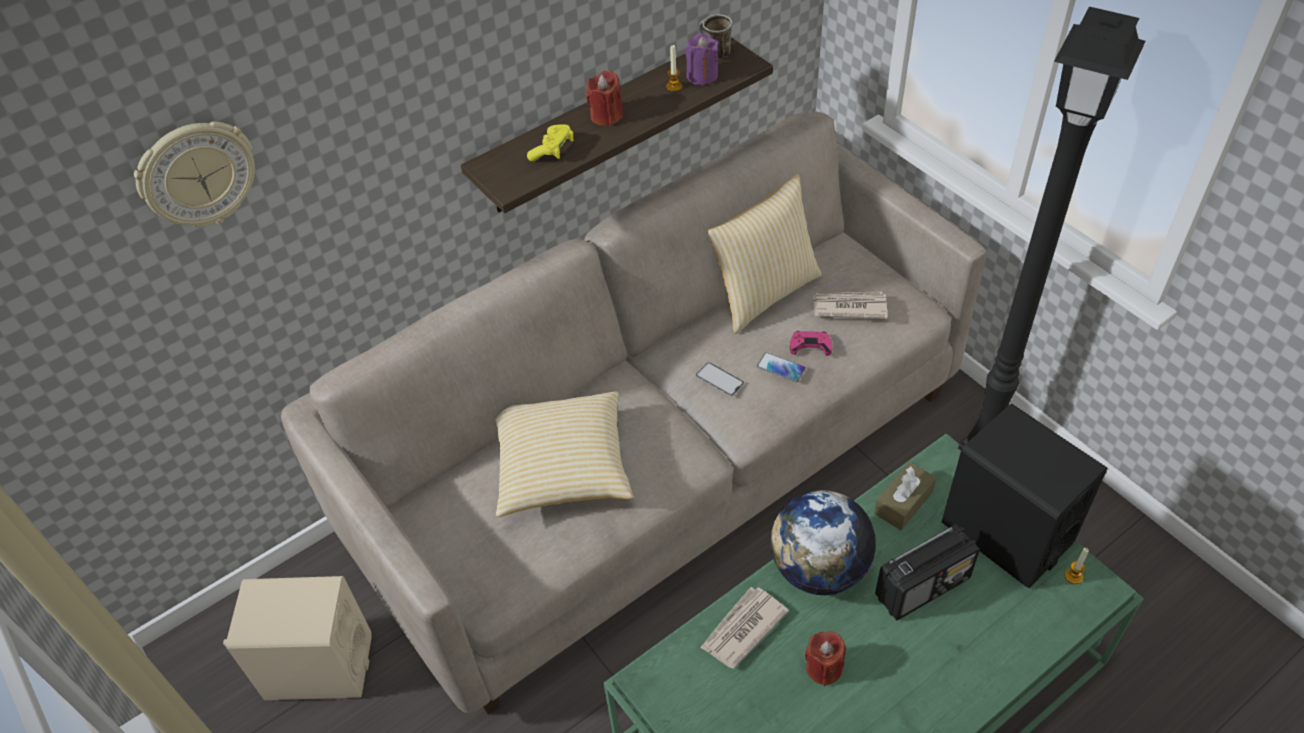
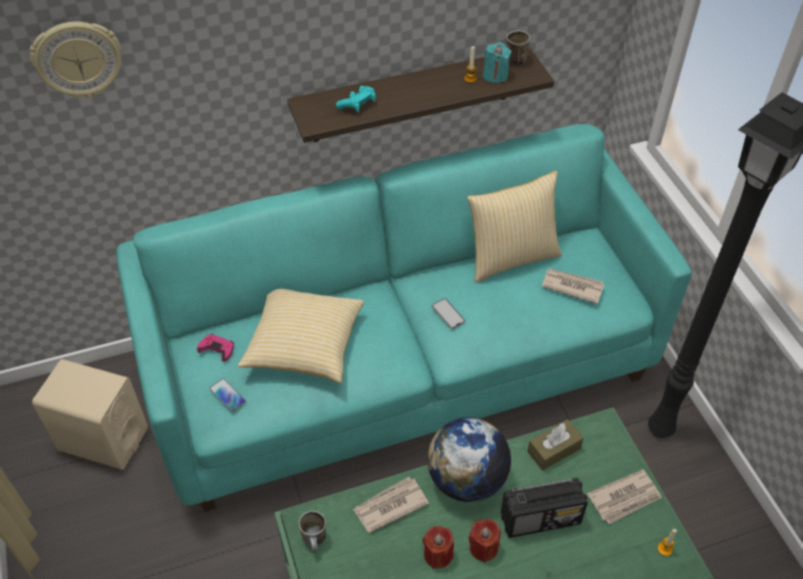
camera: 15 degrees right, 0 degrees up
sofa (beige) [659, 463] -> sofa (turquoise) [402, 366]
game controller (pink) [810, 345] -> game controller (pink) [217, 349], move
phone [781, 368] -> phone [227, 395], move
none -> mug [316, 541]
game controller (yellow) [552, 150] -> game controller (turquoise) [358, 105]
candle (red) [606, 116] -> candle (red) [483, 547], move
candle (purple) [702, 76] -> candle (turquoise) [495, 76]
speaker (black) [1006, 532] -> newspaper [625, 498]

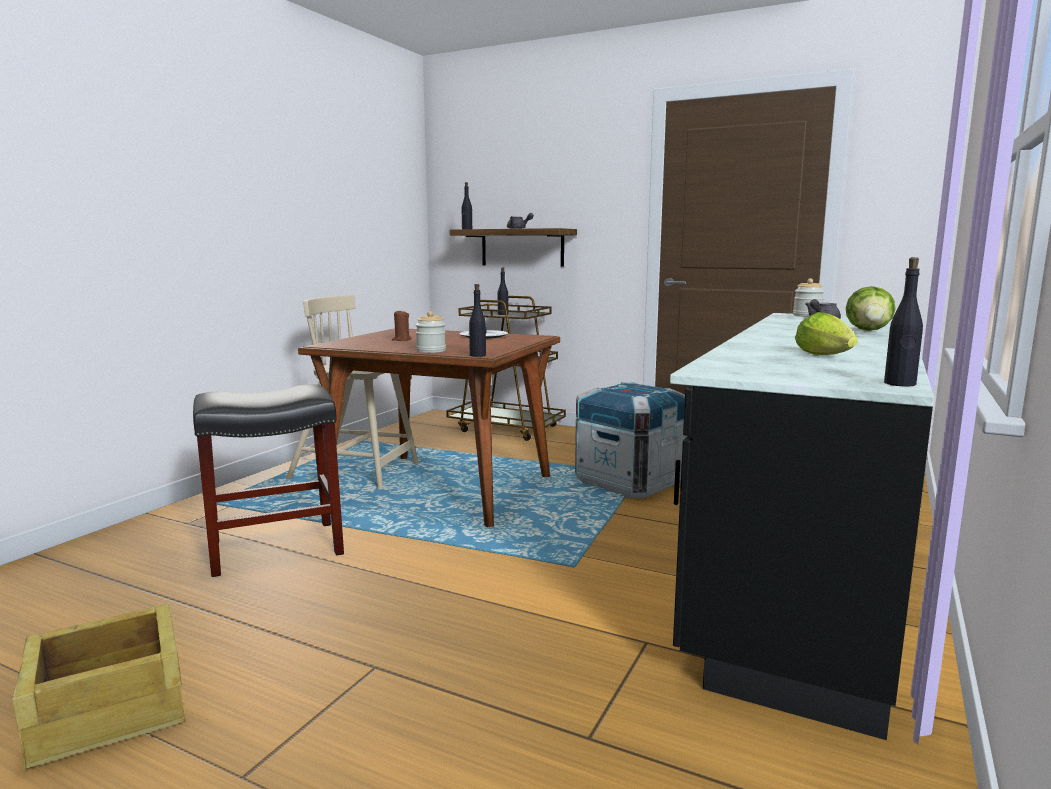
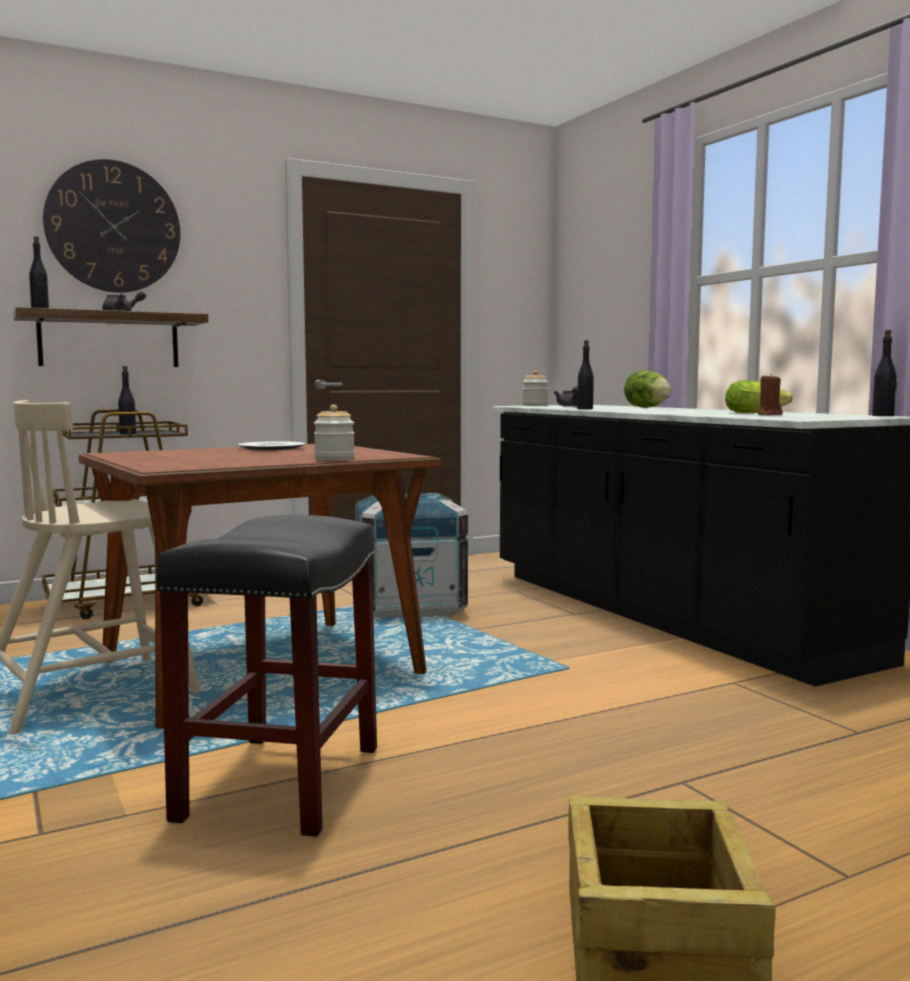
camera: 55 degrees left, 5 degrees down
none -> wall clock [113, 227]
bottle (black) [478, 355] -> bottle (black) [585, 409], move
candle (brown) [401, 340] -> candle (brown) [769, 414], move

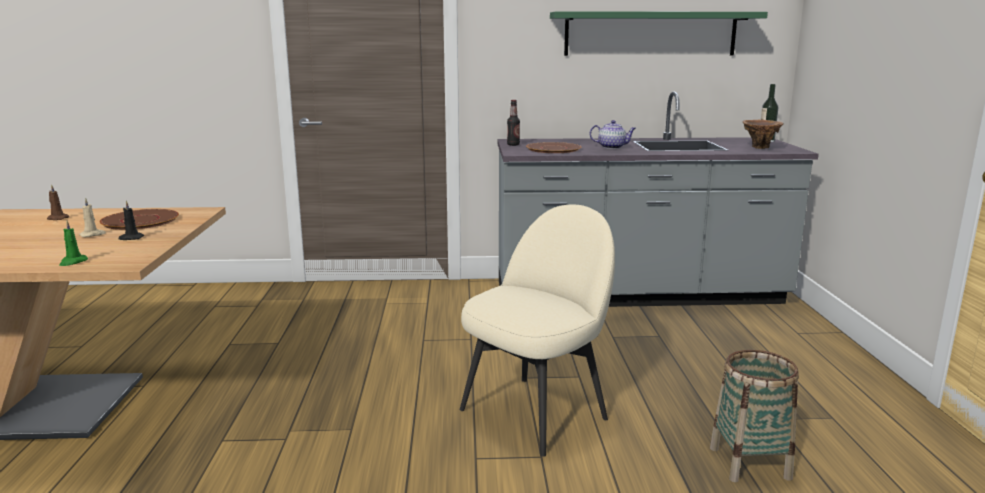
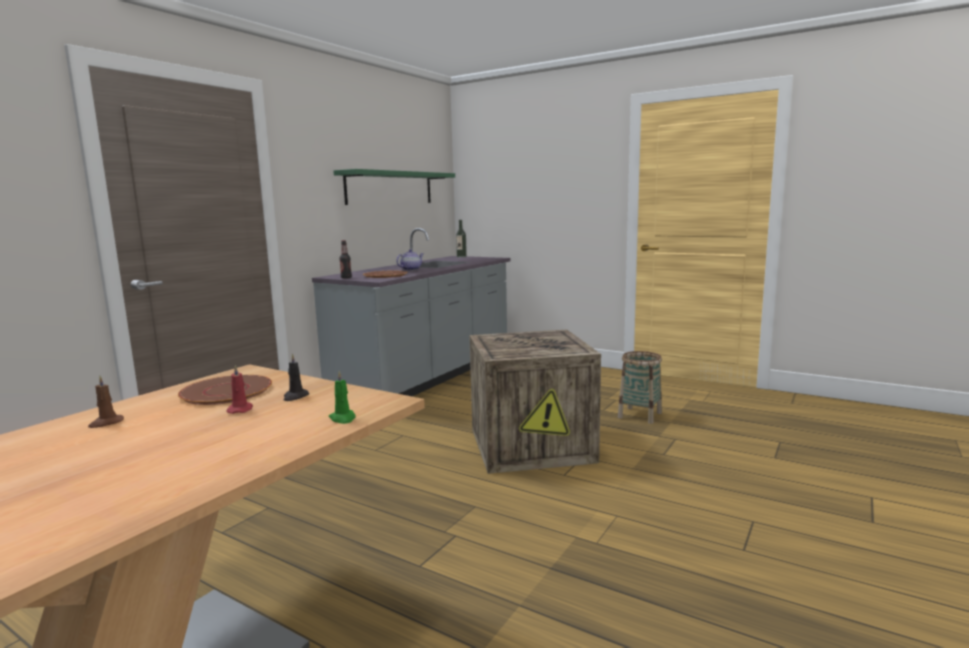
camera: 55 degrees left, 5 degrees down
candle (beige) [93, 235] -> candle (red) [240, 409]
chair (beige) [536, 412] -> crate [532, 444]
vase (brown) [759, 148] -> none

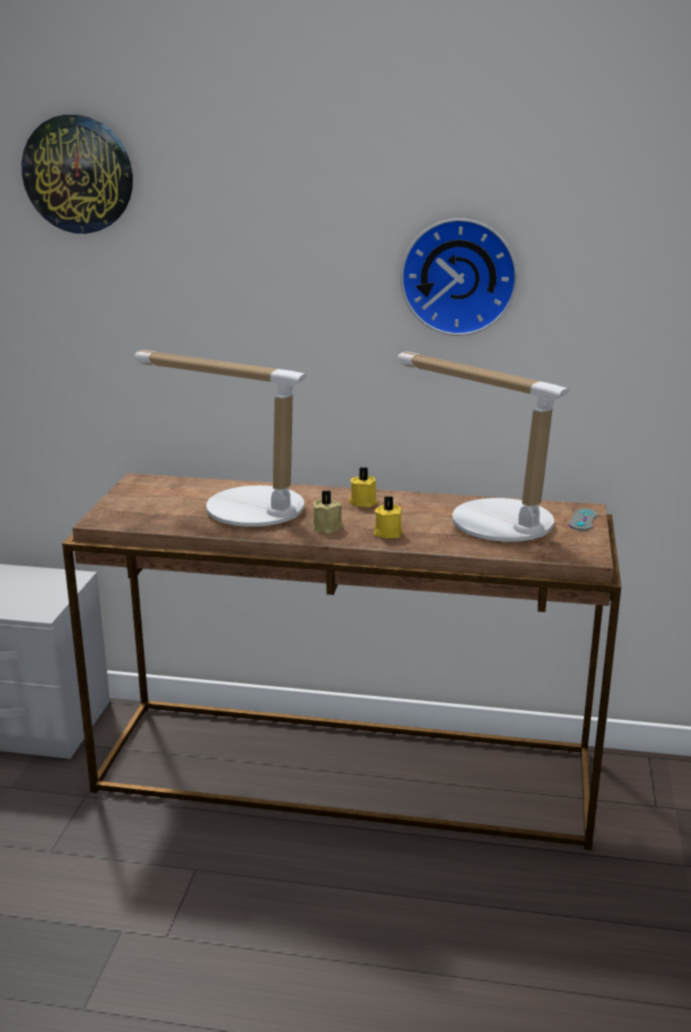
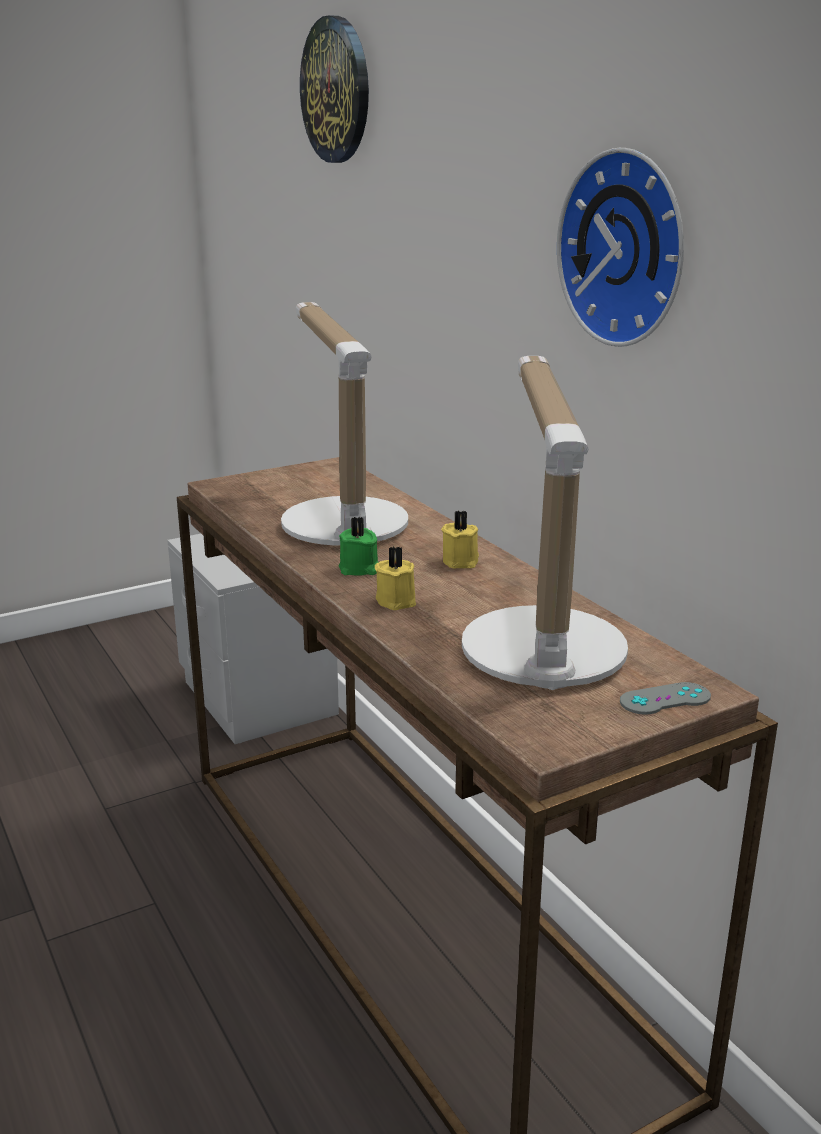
camera: 50 degrees right, 0 degrees up
candle (beige) [328, 527] -> candle (green) [360, 569]

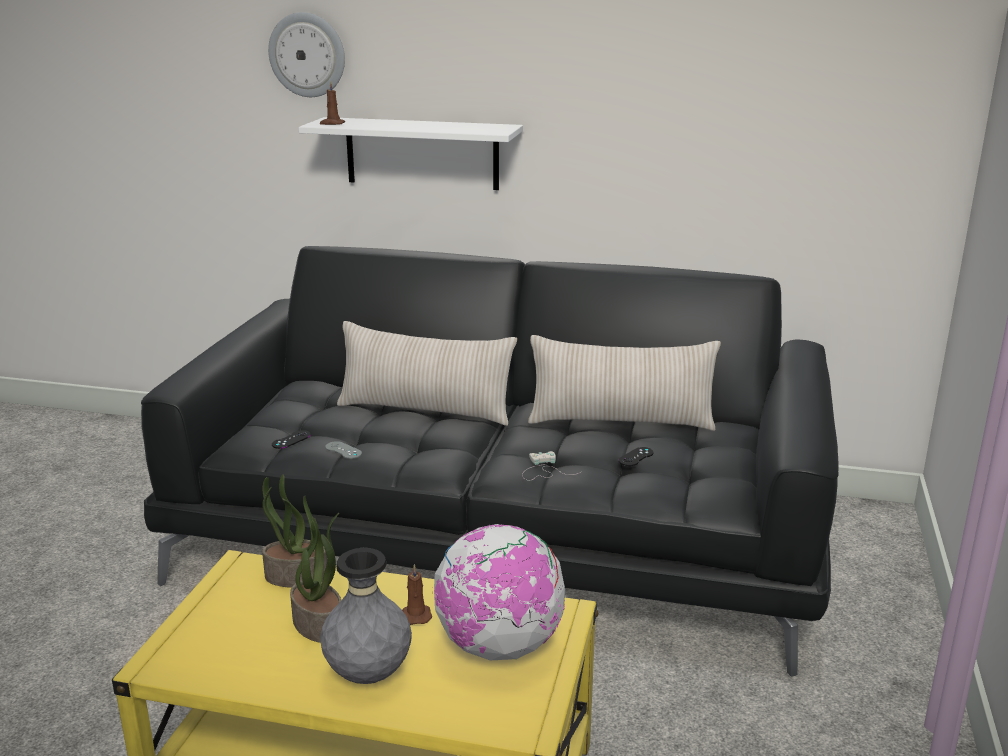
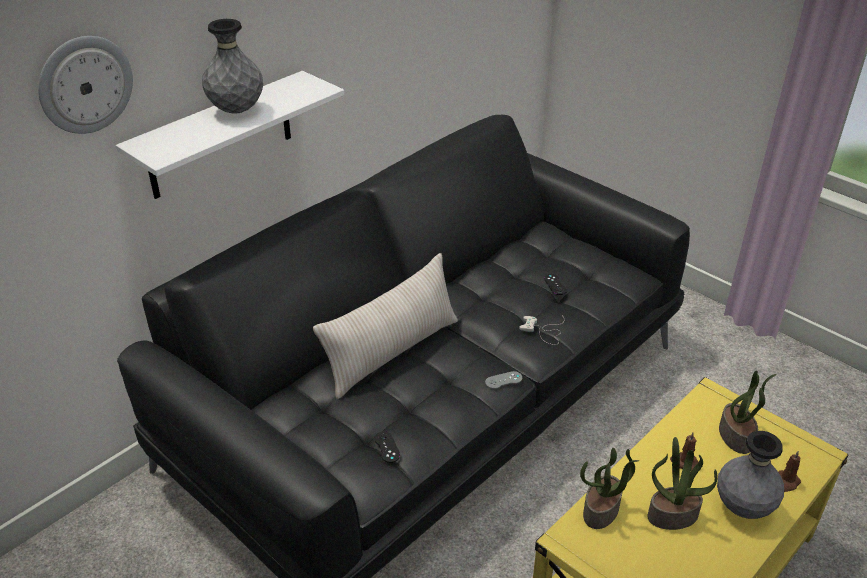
camera: 60 degrees left, 15 degrees up
none -> vase (grey) [237, 110]
game controller (grey) [343, 450] -> game controller (grey) [503, 380], move
globe [499, 646] -> potted plant [736, 436]
candle (brown) [332, 124] -> candle (brown) [786, 482], move
pillow (beige) [621, 421] -> none

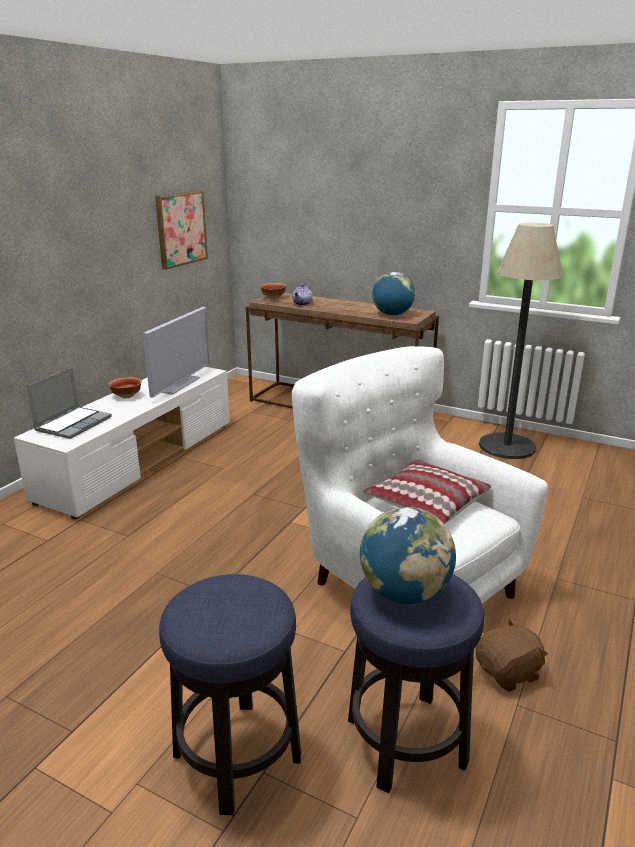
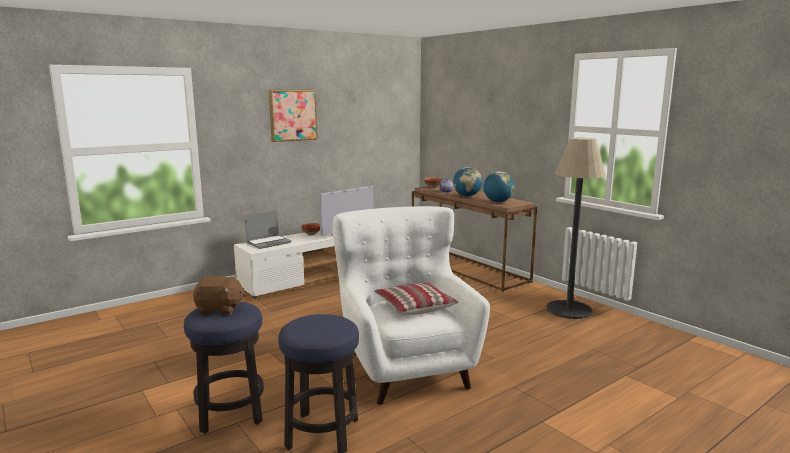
camera: 25 degrees right, 10 degrees down
plush toy (brown) [508, 673] -> plush toy (brown) [220, 309], move
picture [181, 229] -> picture [293, 115], move
globe [404, 593] -> globe [467, 196], move

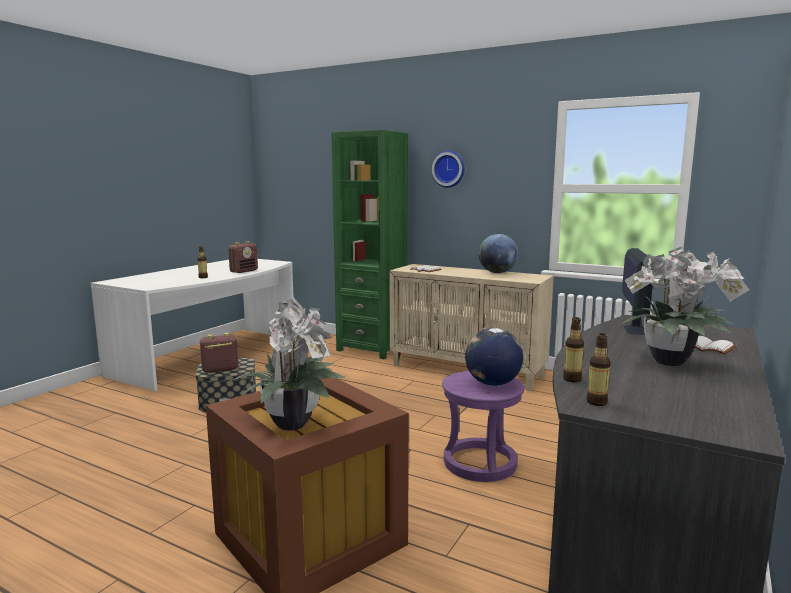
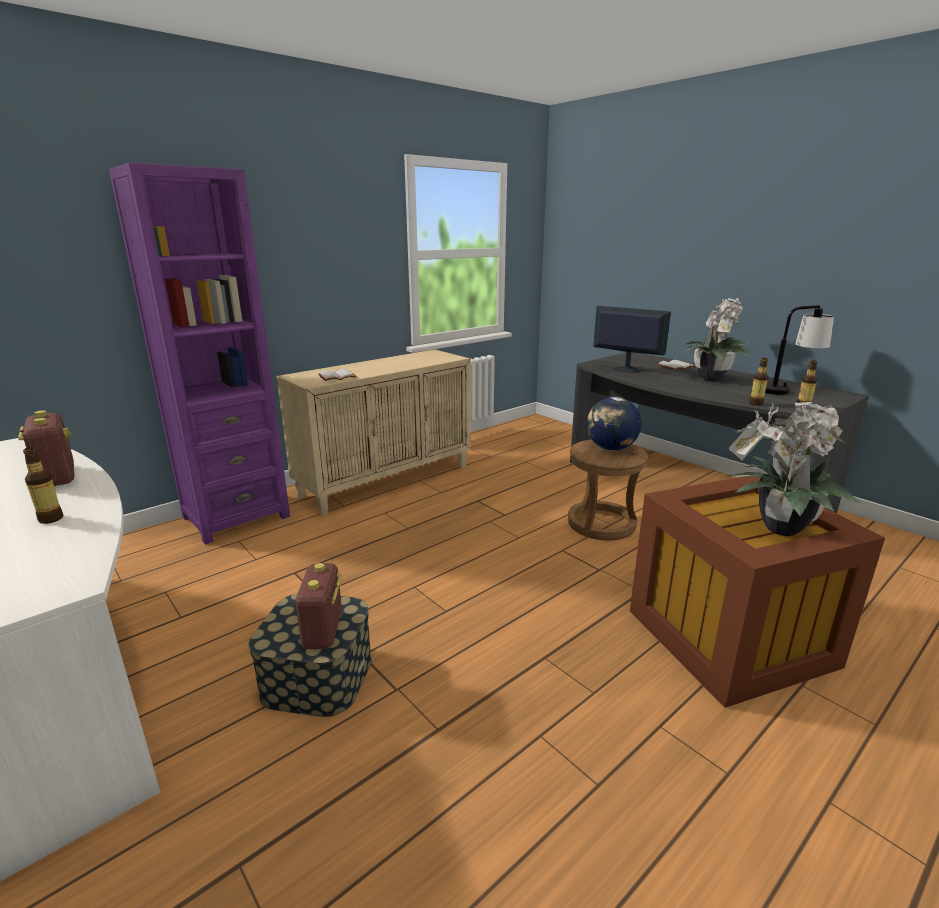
camera: 70 degrees left, 10 degrees up
bookcase (green) [372, 348] -> bookcase (purple) [236, 517]
stool (purple) [479, 463] -> stool (brown) [601, 523]
none -> table lamp [787, 391]
wall clock [449, 169] -> none
globe [497, 272] -> none

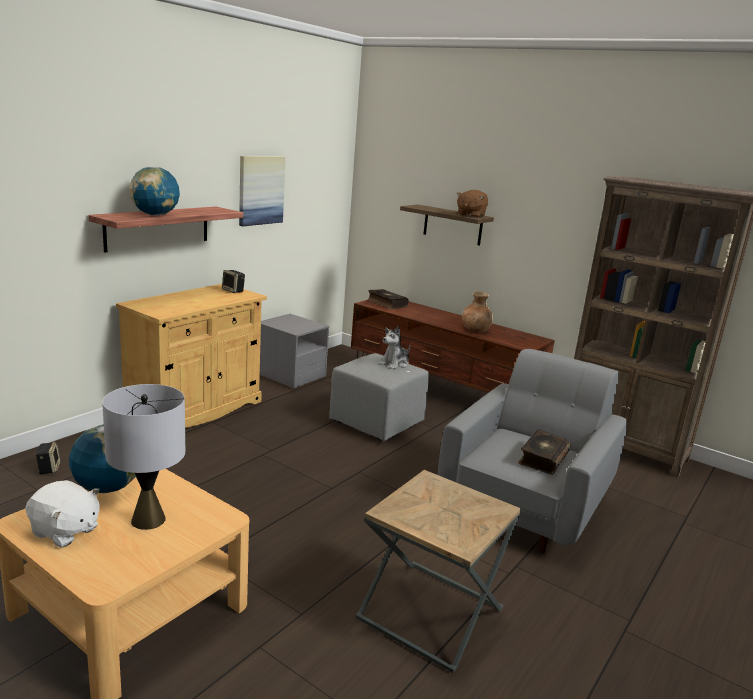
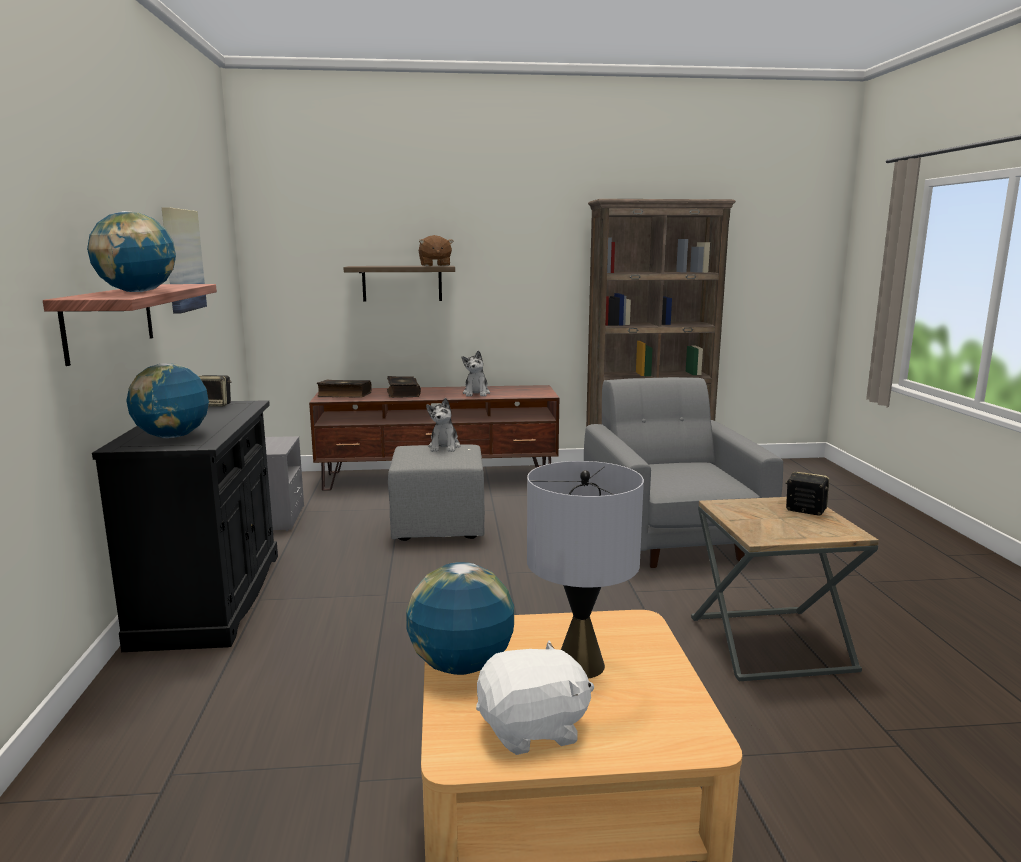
camera: 40 degrees left, 5 degrees down
cabinet (beige) [195, 410] -> cabinet (black) [211, 598]
none -> globe [172, 437]
book [542, 459] -> book [402, 393], move
vase (brown) [476, 329] -> plush toy [476, 393]
speaker [48, 468] -> speaker [804, 510], move

